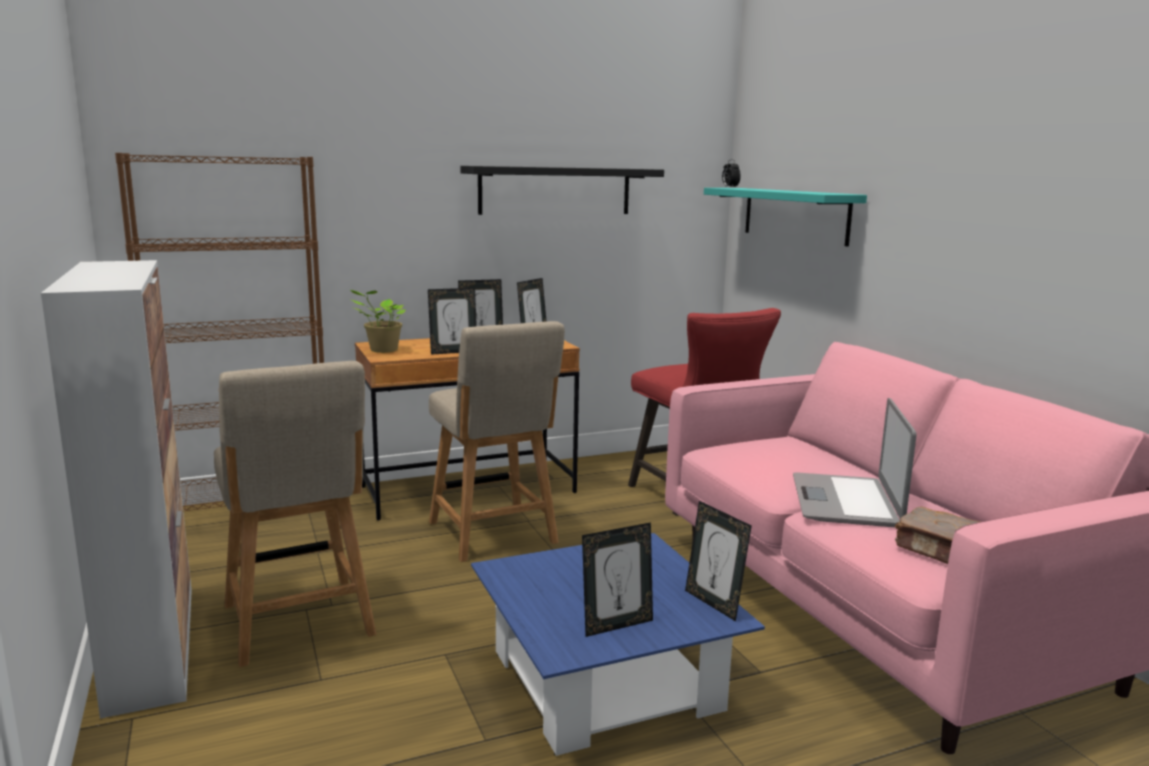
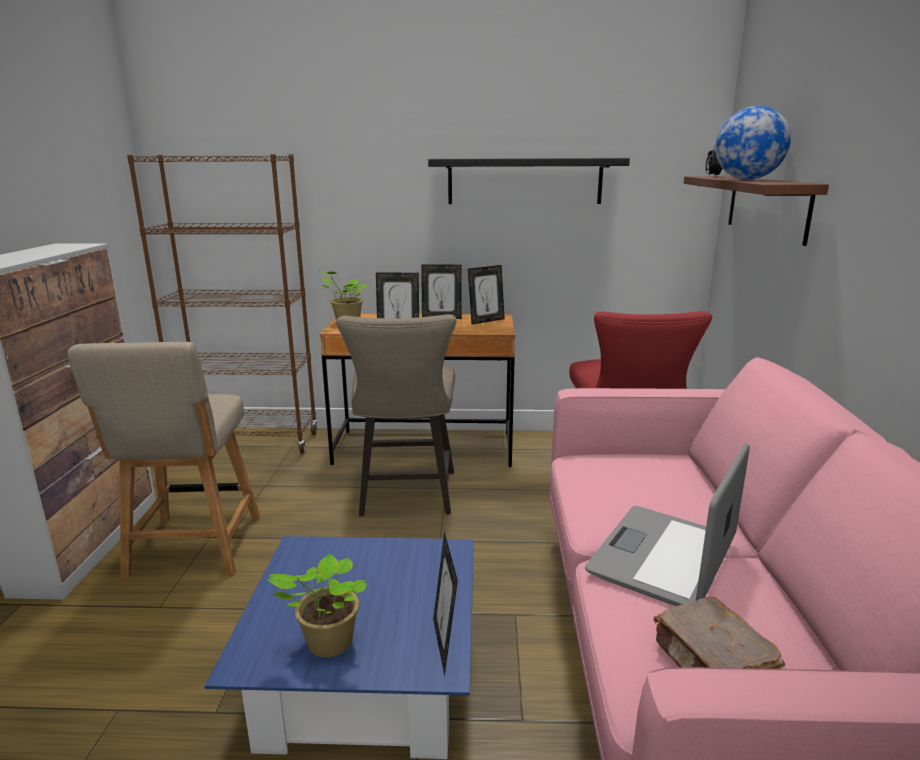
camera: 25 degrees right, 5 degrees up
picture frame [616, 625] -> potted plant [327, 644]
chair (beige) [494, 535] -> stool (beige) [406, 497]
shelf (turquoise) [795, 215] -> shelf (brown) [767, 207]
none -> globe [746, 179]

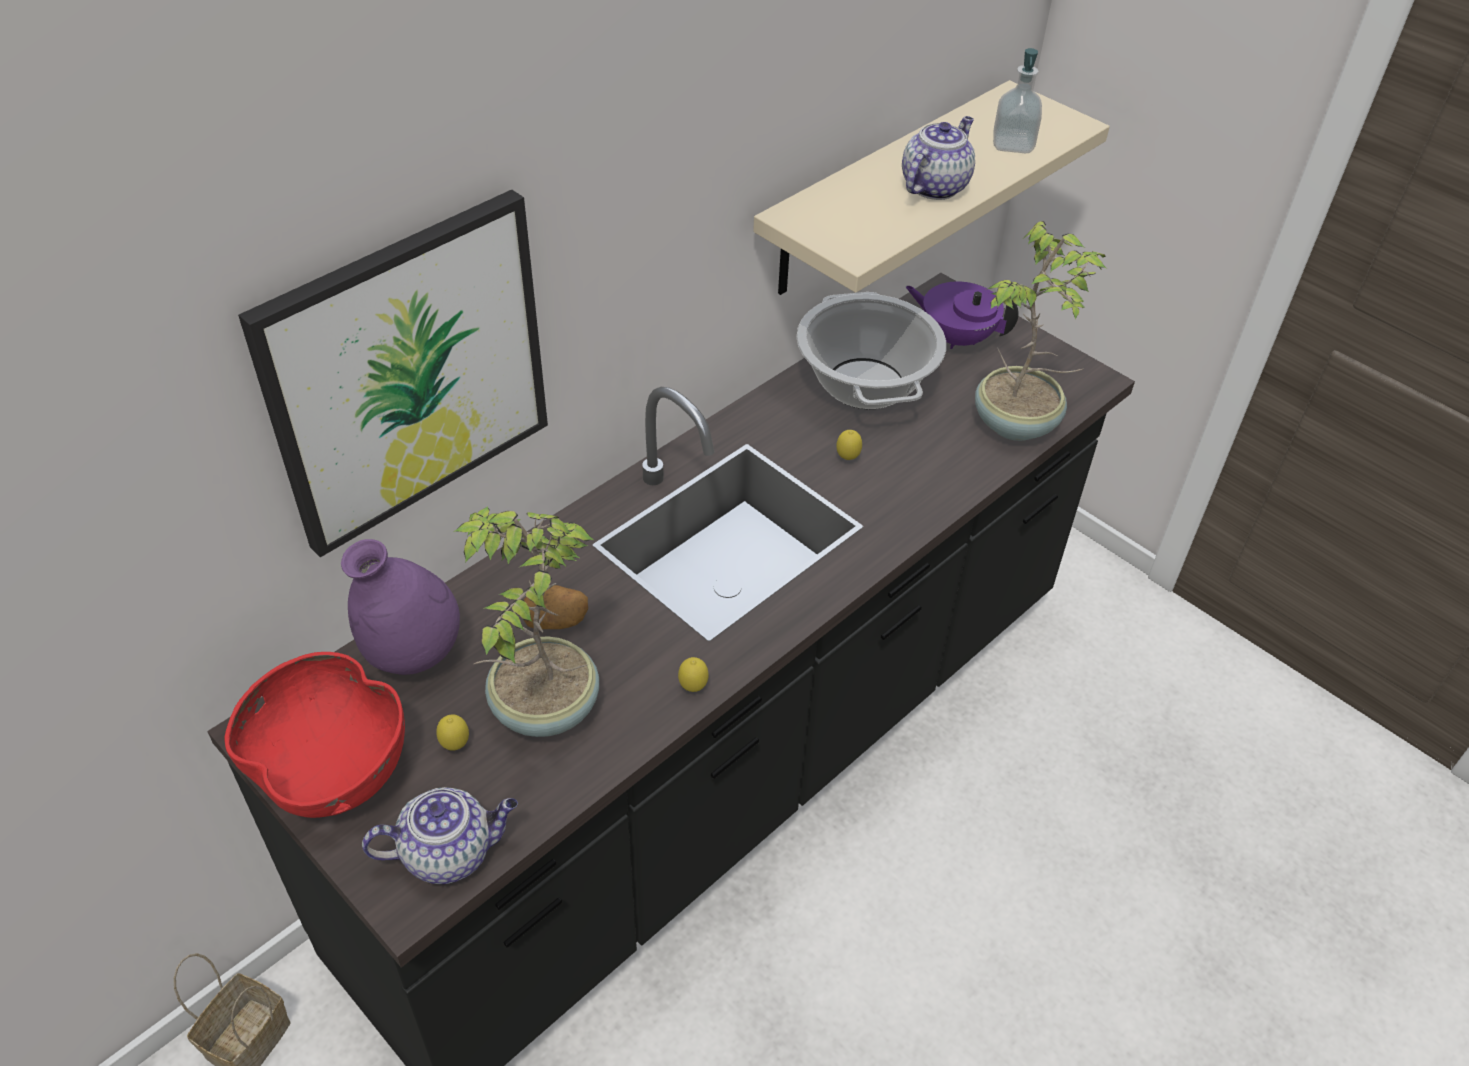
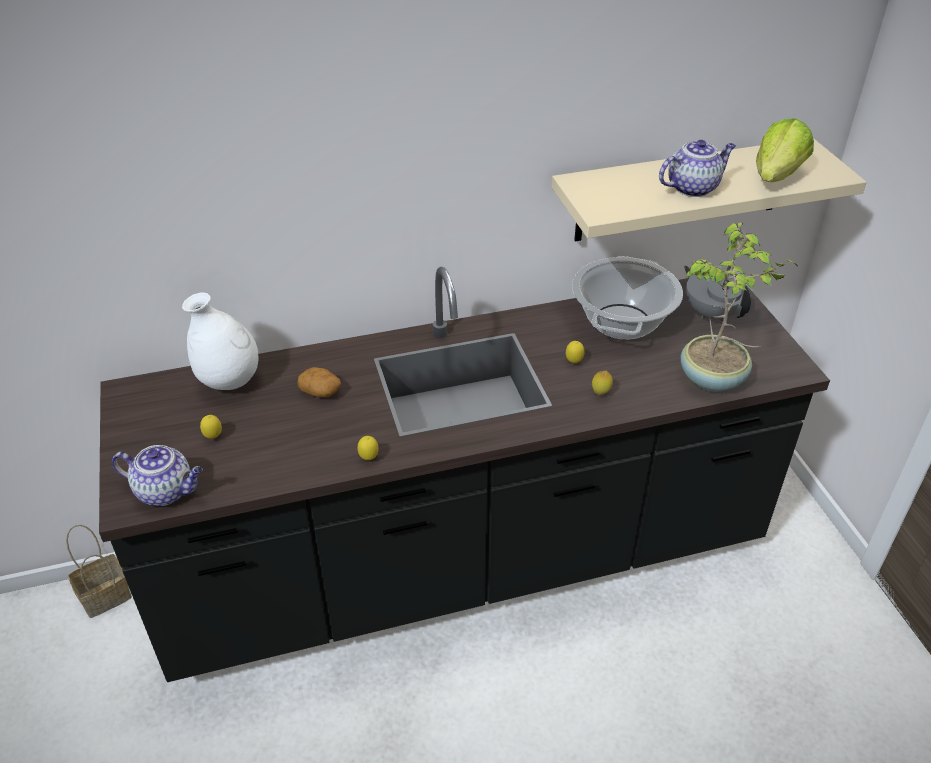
camera: 30 degrees right, 5 degrees down
vase (purple) [413, 655] -> vase (white) [229, 382]
none -> lemon [600, 393]
teapot (purple) [956, 337] -> teapot (grey) [711, 313]
soap dispenser [1013, 144] -> lettuce [776, 176]
bowl (red) [332, 766] -> none
picture [408, 373] -> none
potted plant [542, 707] -> none

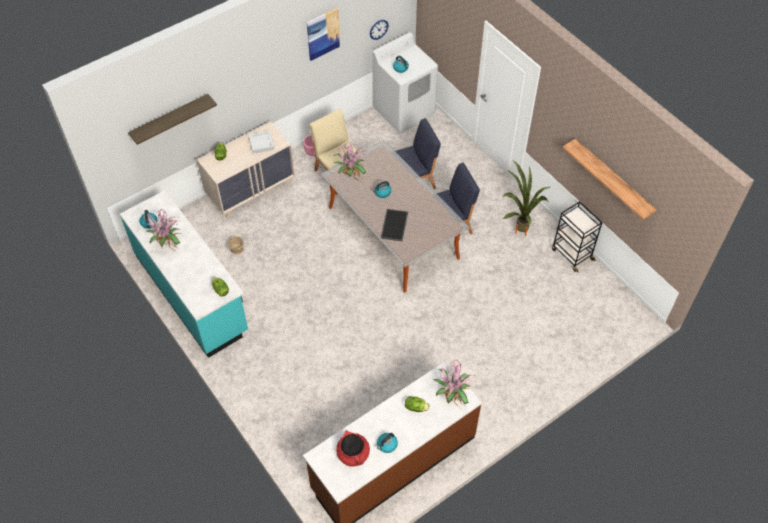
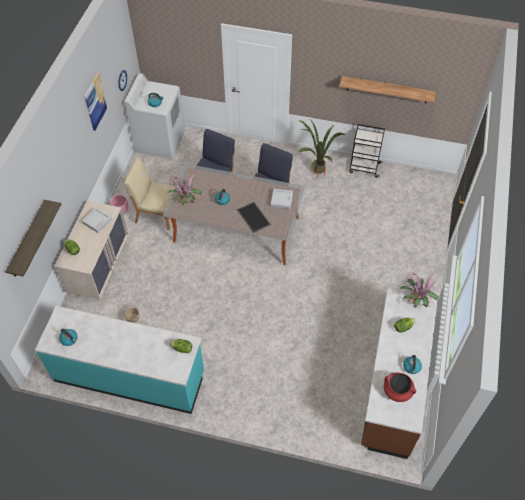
camera: 40 degrees left, 0 degrees up
none -> tray (grey) [281, 200]
potted plant [167, 242] -> none

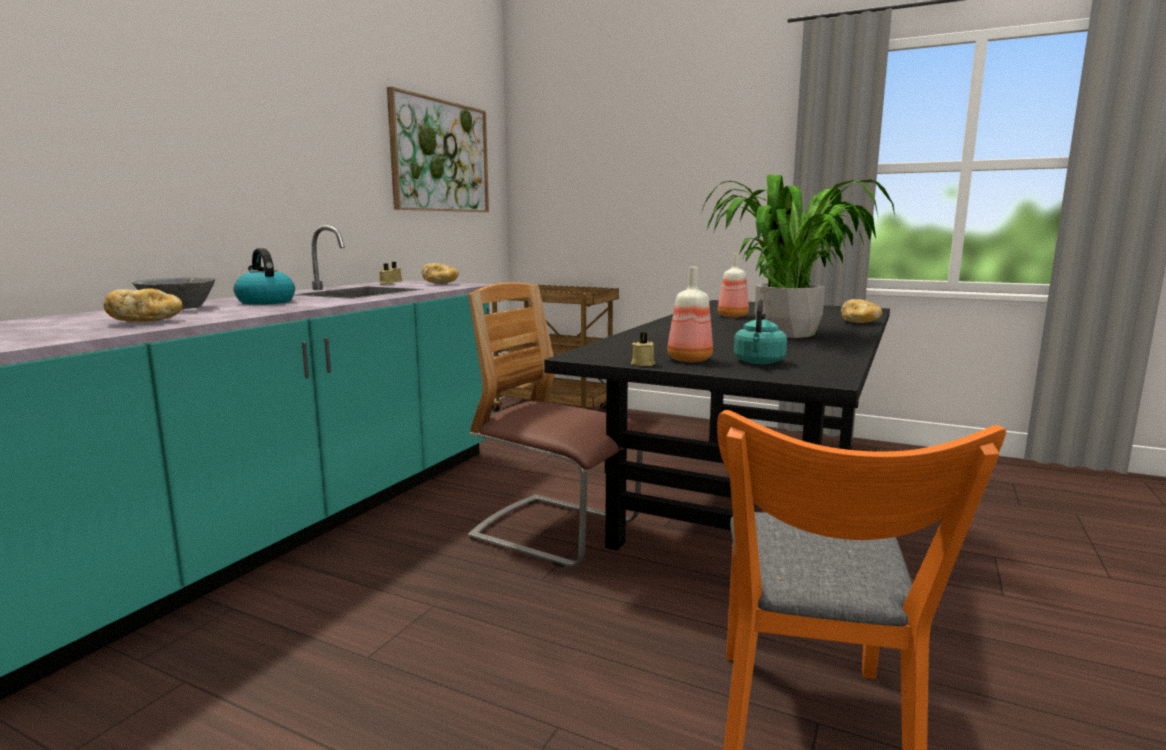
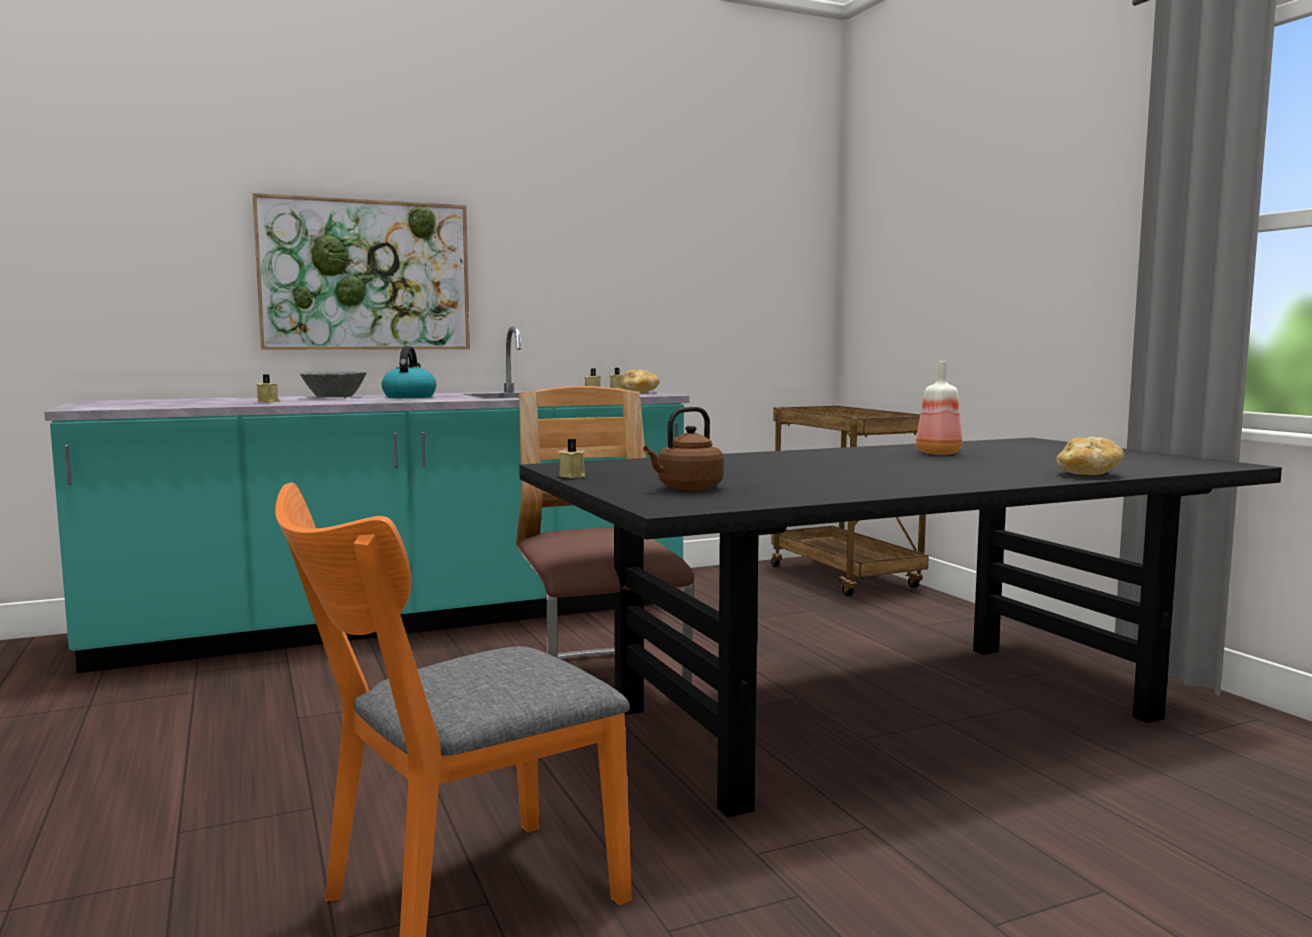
camera: 40 degrees right, 5 degrees down
picture [440, 156] -> picture [365, 275], move
bread [147, 321] -> candle (beige) [268, 402]
kettle (turquoise) [758, 362] -> kettle (brown) [687, 488]
bottle [688, 360] -> none
potted plant [787, 333] -> none

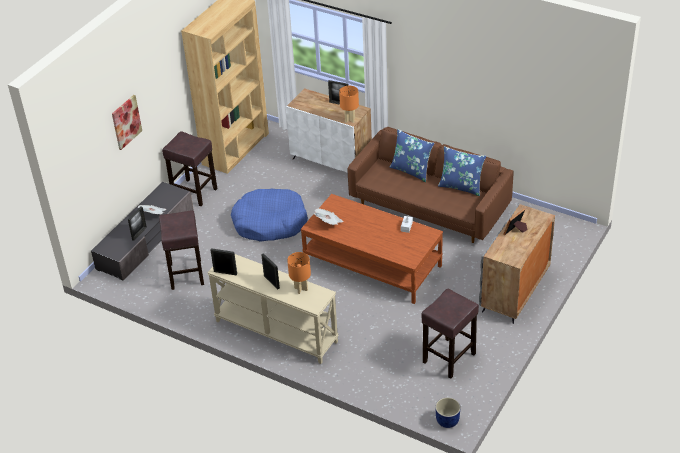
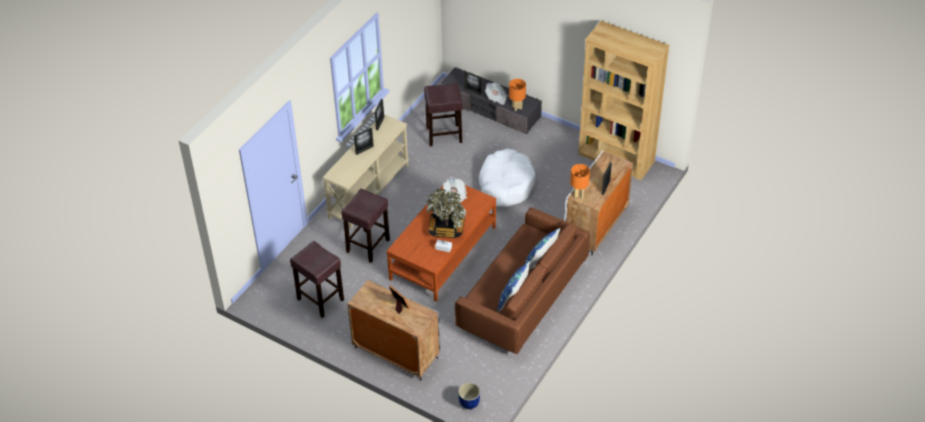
camera: 90 degrees right, 5 degrees up
stool (brown) [193, 192] -> stool (brown) [368, 245], move
none -> potted plant [446, 228]
planter (blue) [447, 421] -> planter (blue) [469, 402], move
dog bed (blue) [270, 222] -> dog bed (white) [506, 184]
table lamp (orange) [301, 289] -> table lamp (orange) [516, 107], move
picture [126, 122] -> none

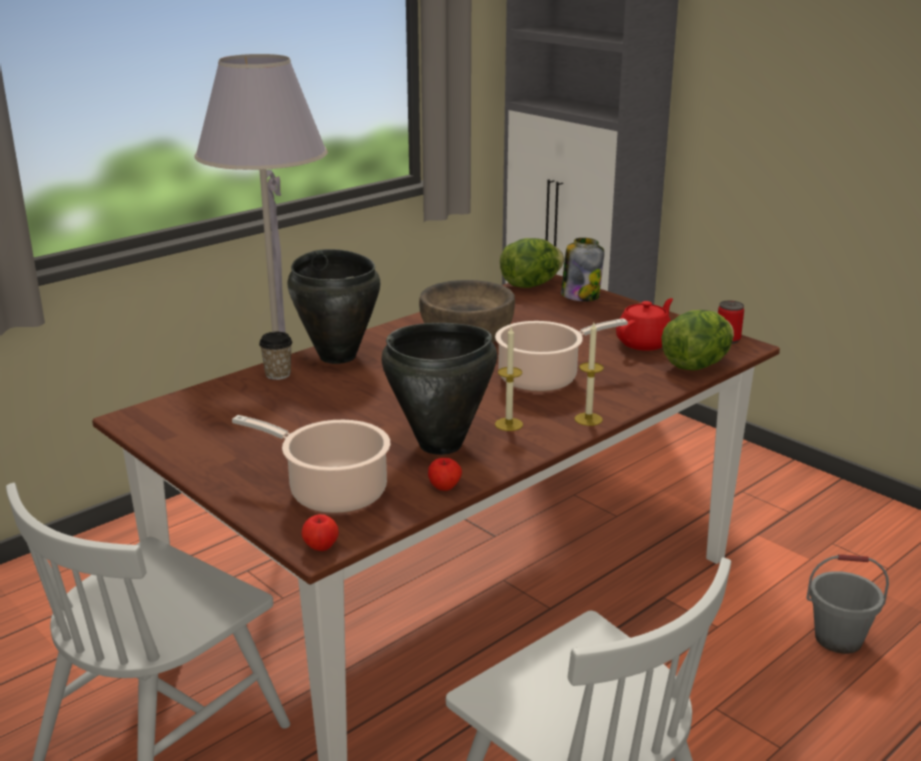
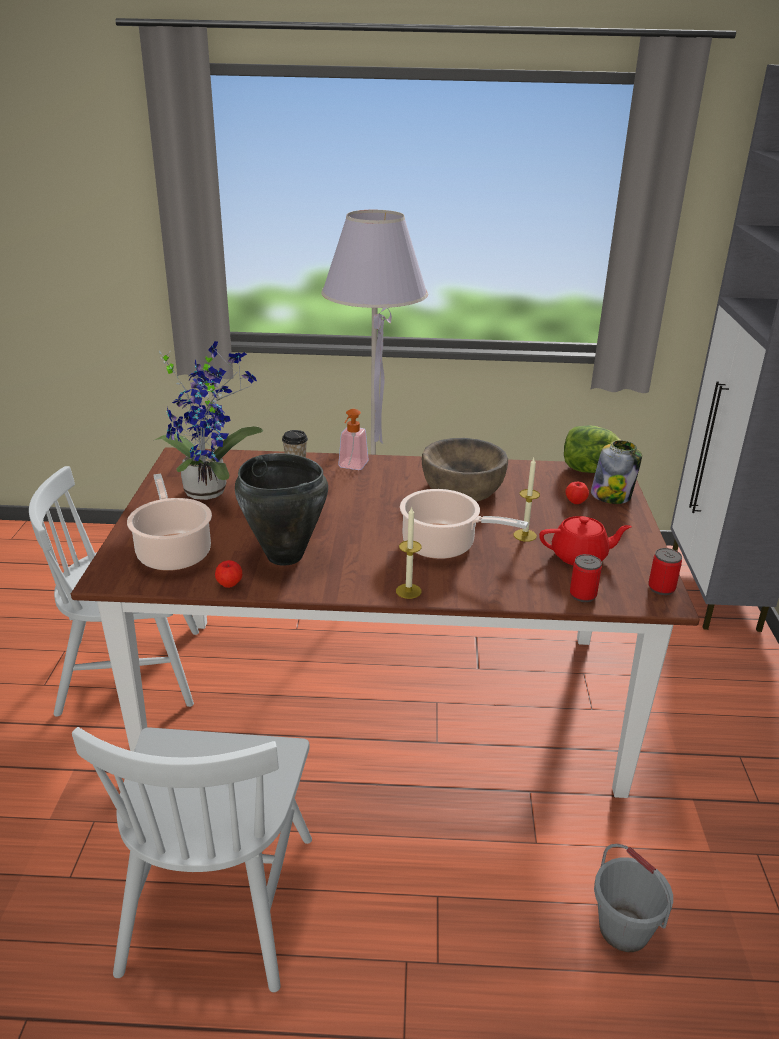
camera: 45 degrees right, 5 degrees up
none -> potted plant [209, 489]
cooking pot (black) [338, 356] -> soap dispenser [351, 467]
candle [508, 424] -> candle [525, 535], move
apple [320, 547] -> apple [575, 502], move
lettuce [696, 365] -> can [582, 595]

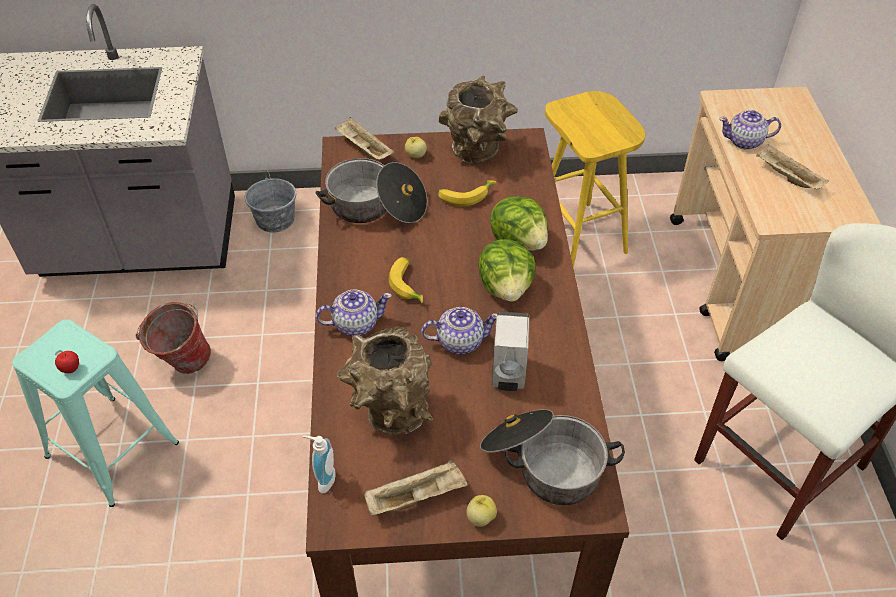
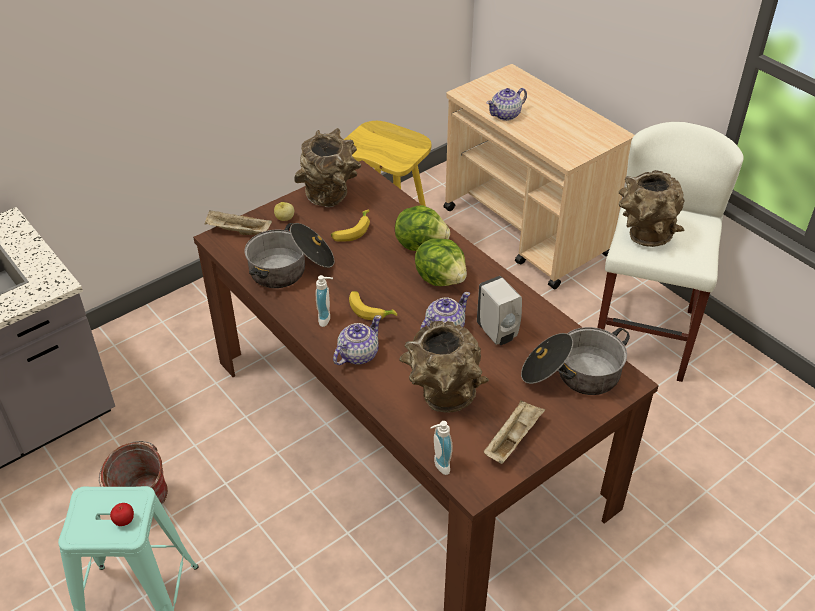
camera: 35 degrees left, 5 degrees down
none -> soap dispenser [327, 319]
none -> vase (brown) [643, 237]
bucket (grey) [275, 219] -> none
apple [480, 517] -> none
tray (beige) [786, 177] -> none

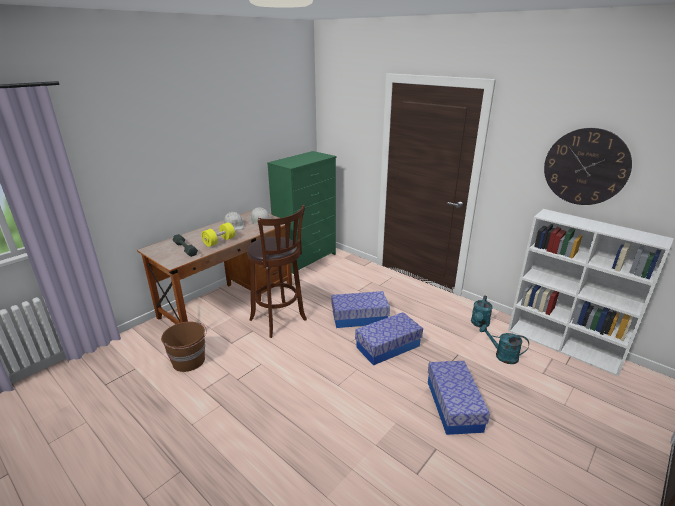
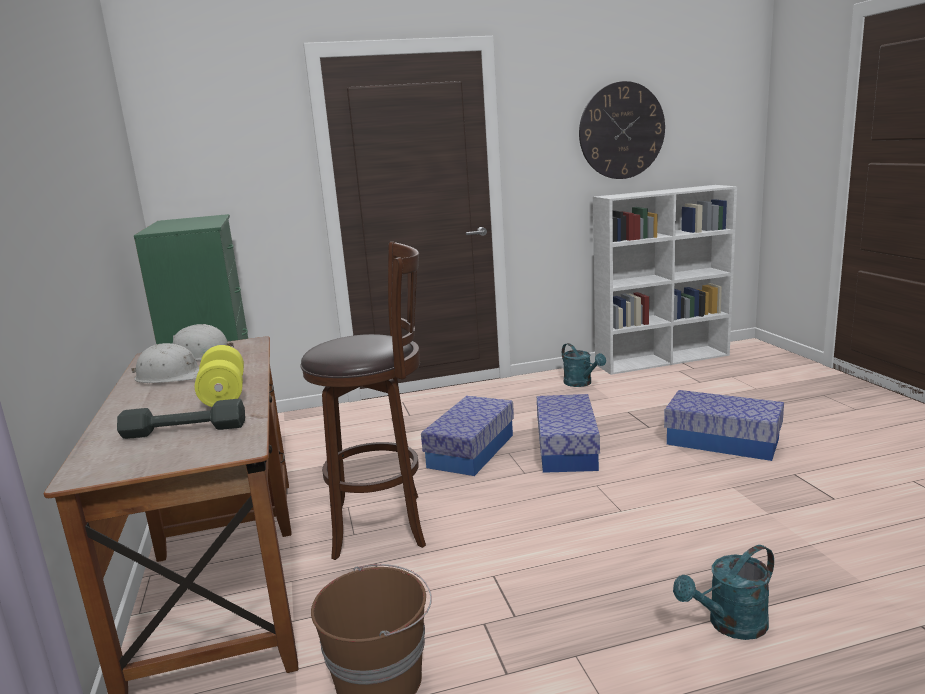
camera: 55 degrees left, 10 degrees down
watering can (turquoise) [502, 355] -> watering can (turquoise) [730, 625], move

